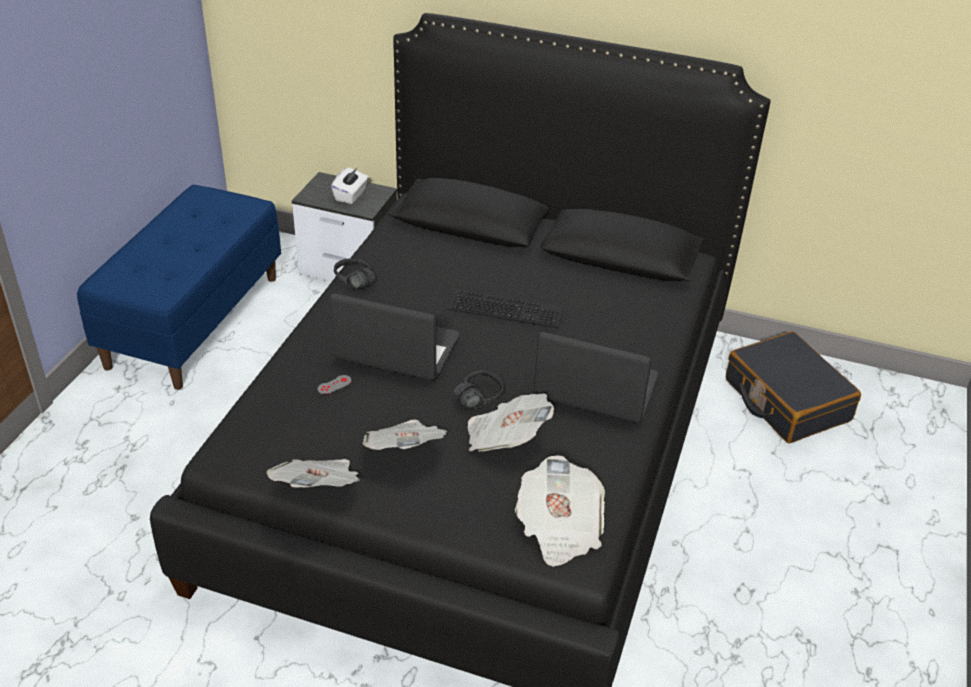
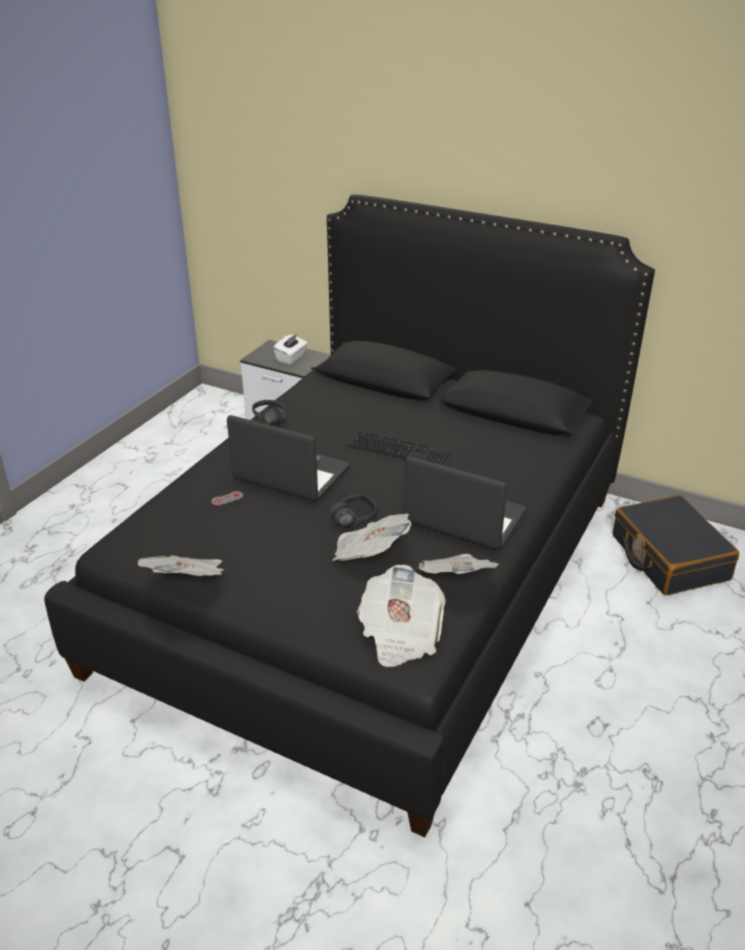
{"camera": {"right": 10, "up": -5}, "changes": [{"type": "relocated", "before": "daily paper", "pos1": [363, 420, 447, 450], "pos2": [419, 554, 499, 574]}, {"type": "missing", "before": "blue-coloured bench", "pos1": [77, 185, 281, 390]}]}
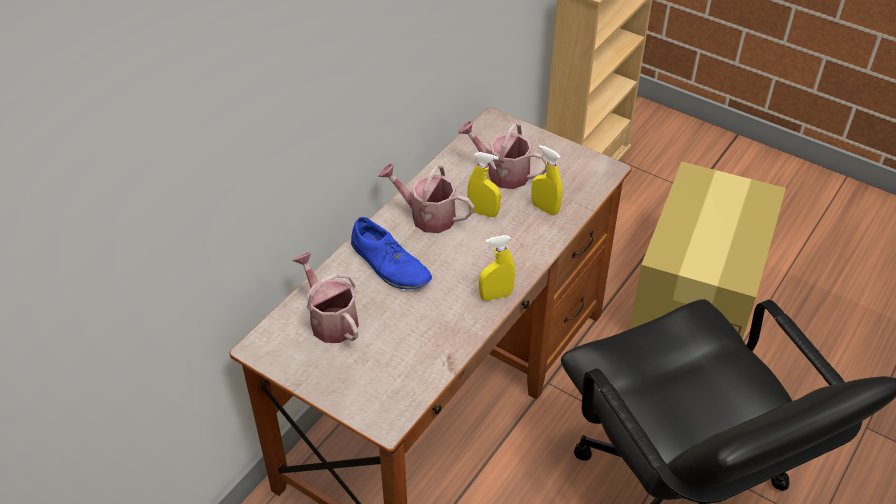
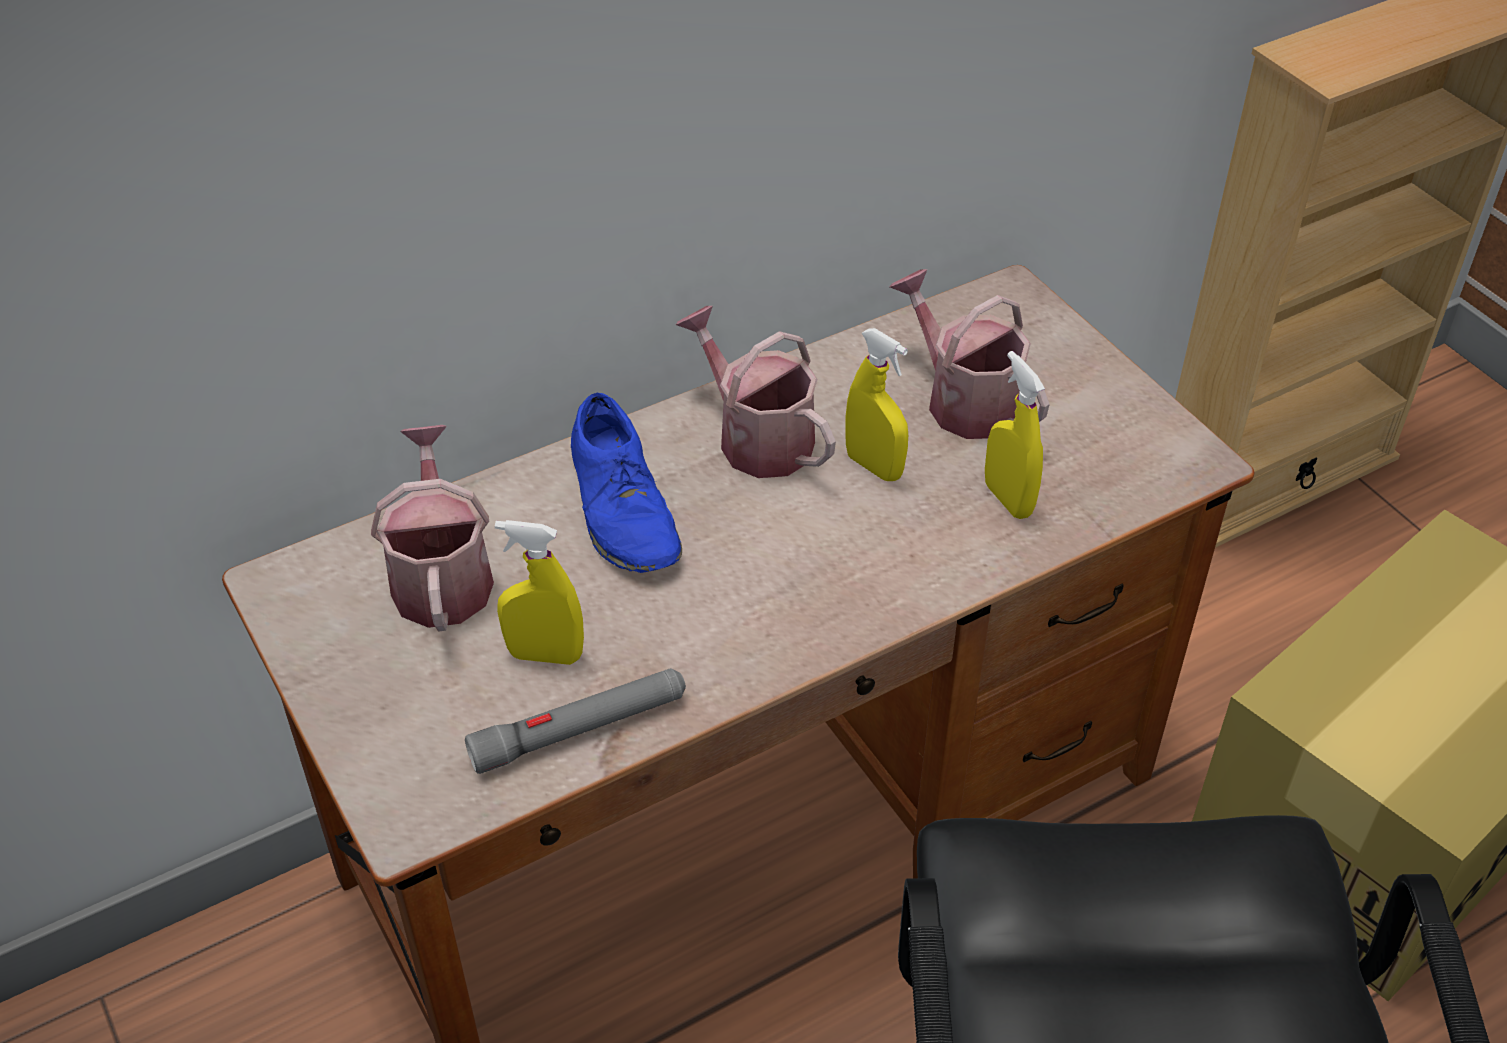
{"camera": {"right": 25, "up": 0}, "changes": [{"type": "appeared", "after": "grey hand torch", "pos2": [465, 668, 686, 774]}, {"type": "relocated", "before": "yellowish sprayer", "pos1": [479, 235, 515, 301], "pos2": [495, 520, 584, 665]}]}
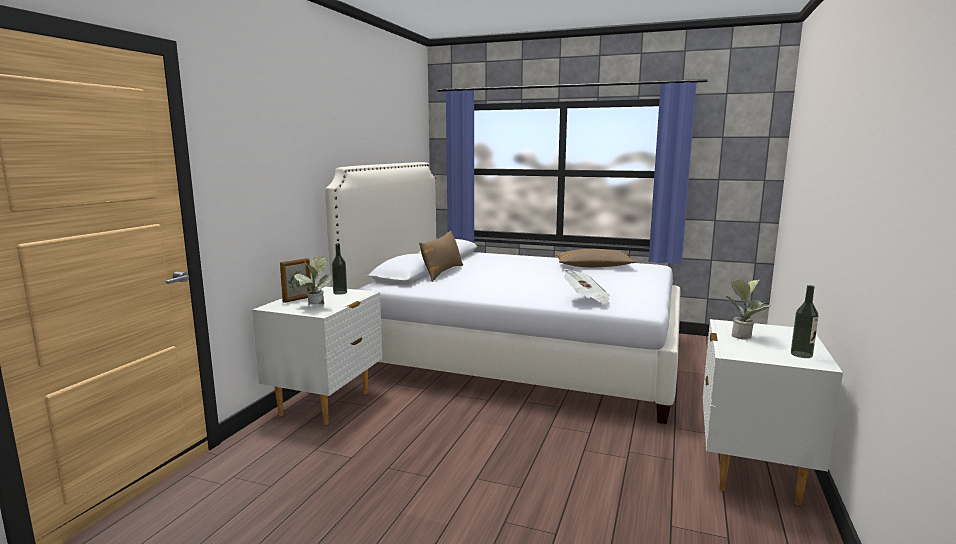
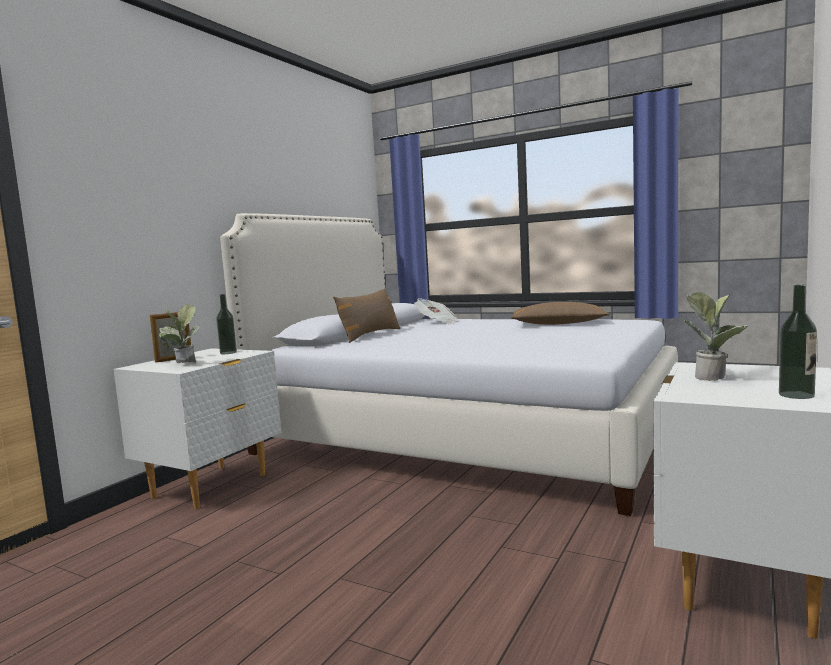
{"camera": {"right": 10, "up": -5}, "changes": [{"type": "relocated", "before": "daily paper", "pos1": [564, 269, 610, 305], "pos2": [414, 298, 458, 324]}]}
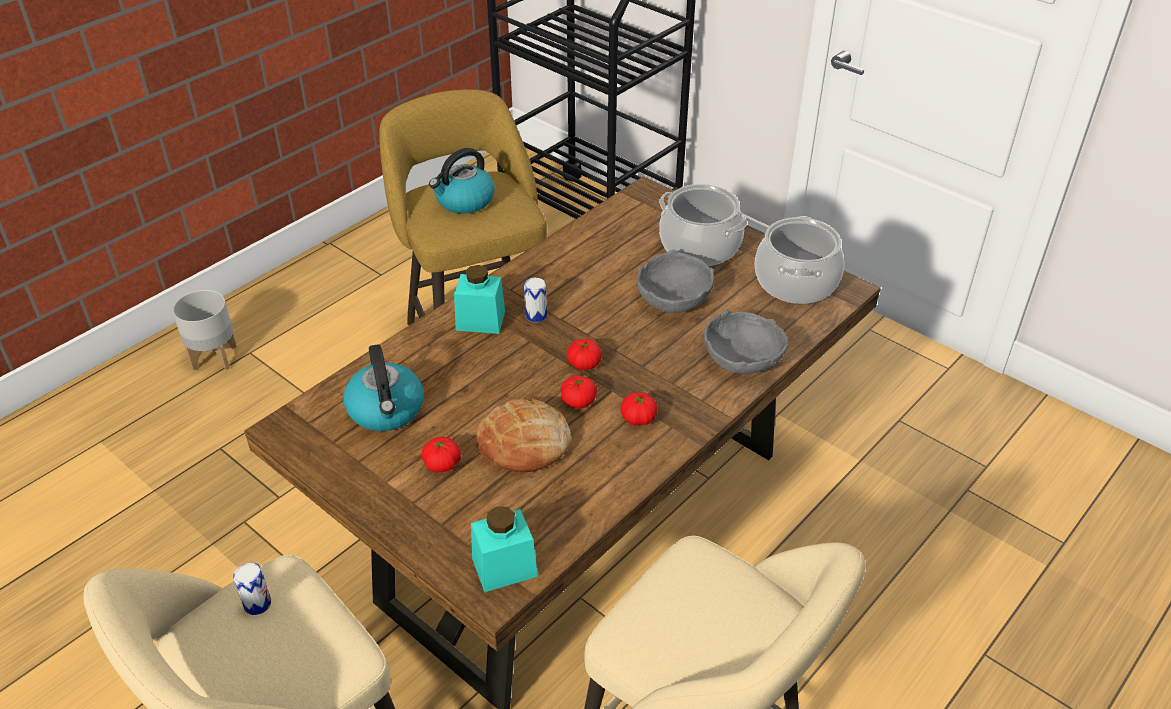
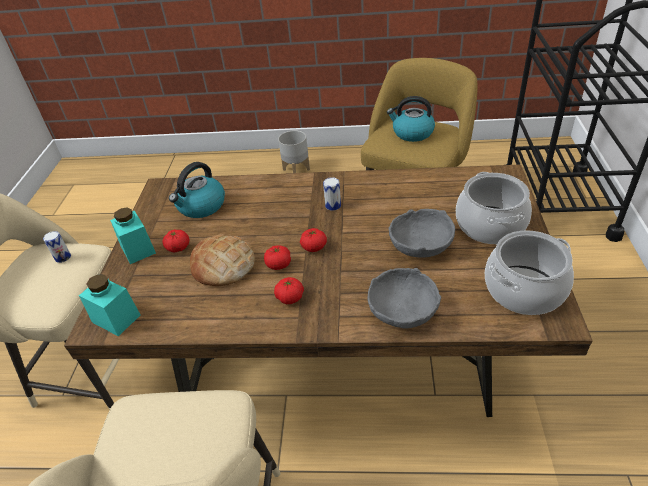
{"camera": {"right": 55, "up": 0}, "changes": [{"type": "relocated", "before": "turquoise-coloured storage jar", "pos1": [454, 265, 505, 334], "pos2": [110, 208, 156, 264]}]}
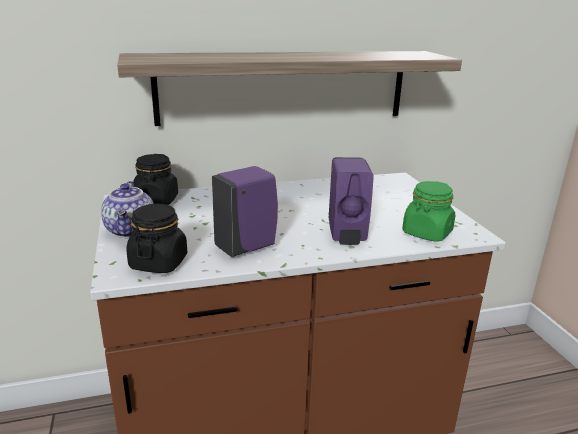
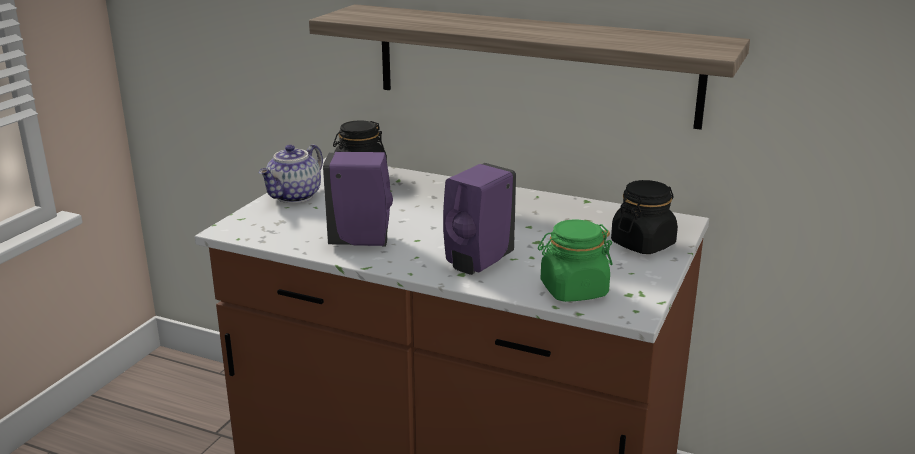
{"camera": {"right": 40, "up": 0}, "changes": [{"type": "relocated", "before": "blackish storage jar", "pos1": [126, 204, 187, 273], "pos2": [611, 180, 678, 254]}]}
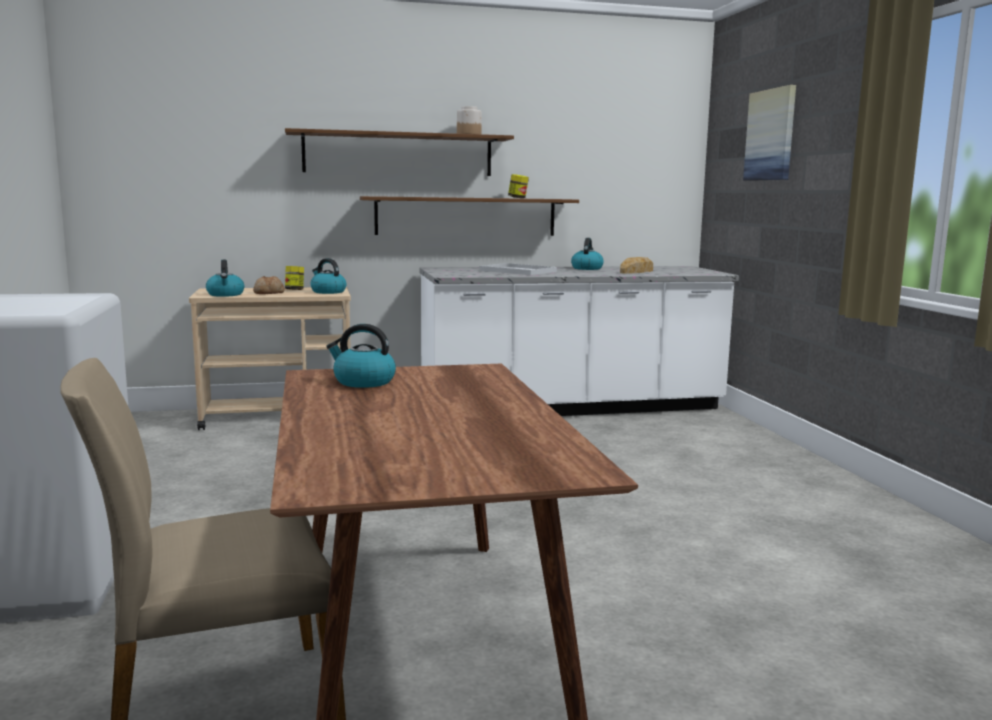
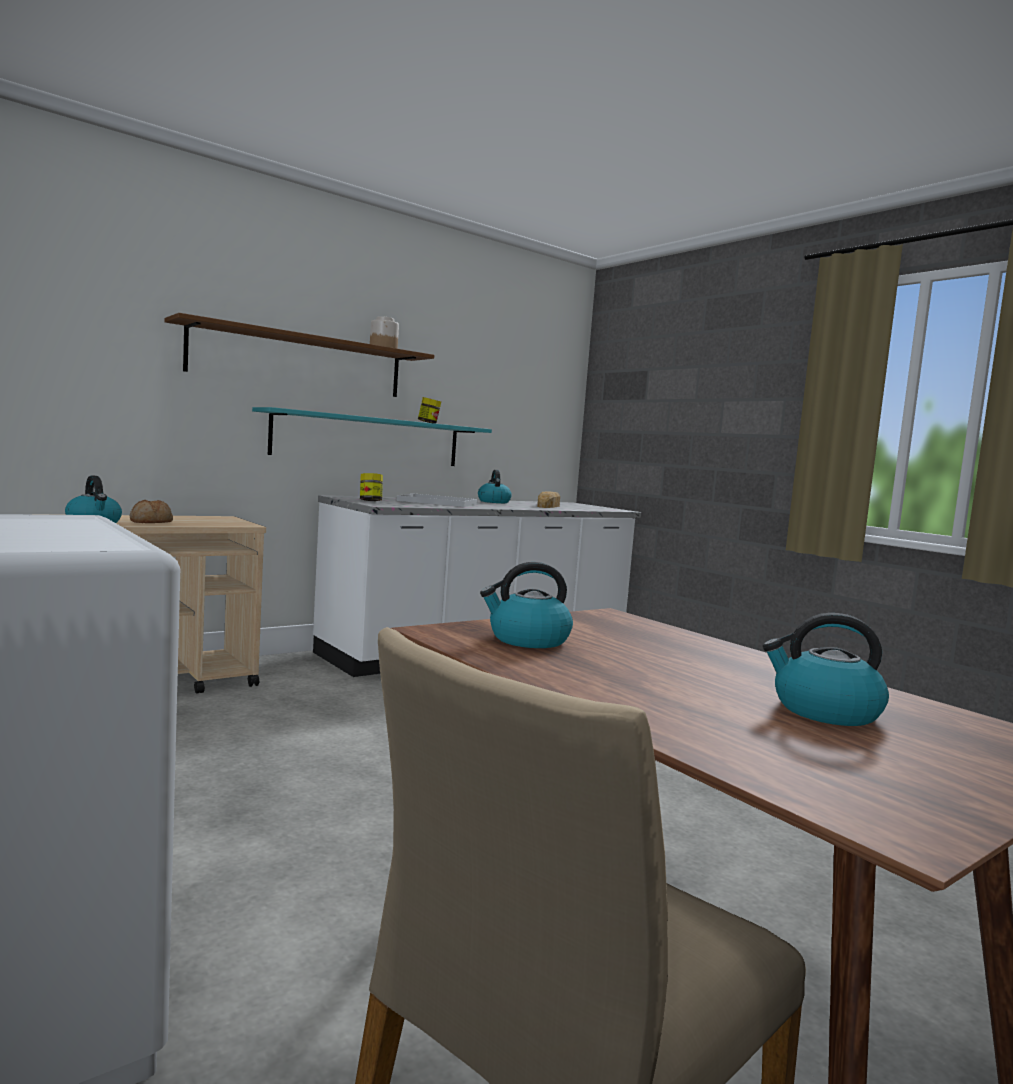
{"camera": {"right": -25, "up": -5}, "changes": [{"type": "colour", "before": "brown bracket shelf", "after": "turquoise-coloured bracket shelf", "pos1": [360, 196, 579, 236], "pos2": [252, 407, 492, 466]}, {"type": "relocated", "before": "storage jar", "pos1": [285, 266, 304, 290], "pos2": [360, 473, 383, 501]}, {"type": "relocated", "before": "kettle", "pos1": [311, 258, 346, 294], "pos2": [763, 613, 889, 726]}, {"type": "missing", "before": "wall art", "pos1": [743, 85, 796, 181]}]}
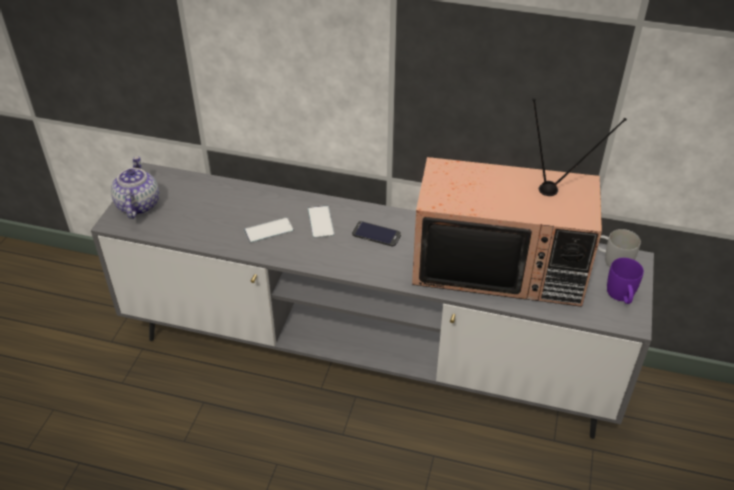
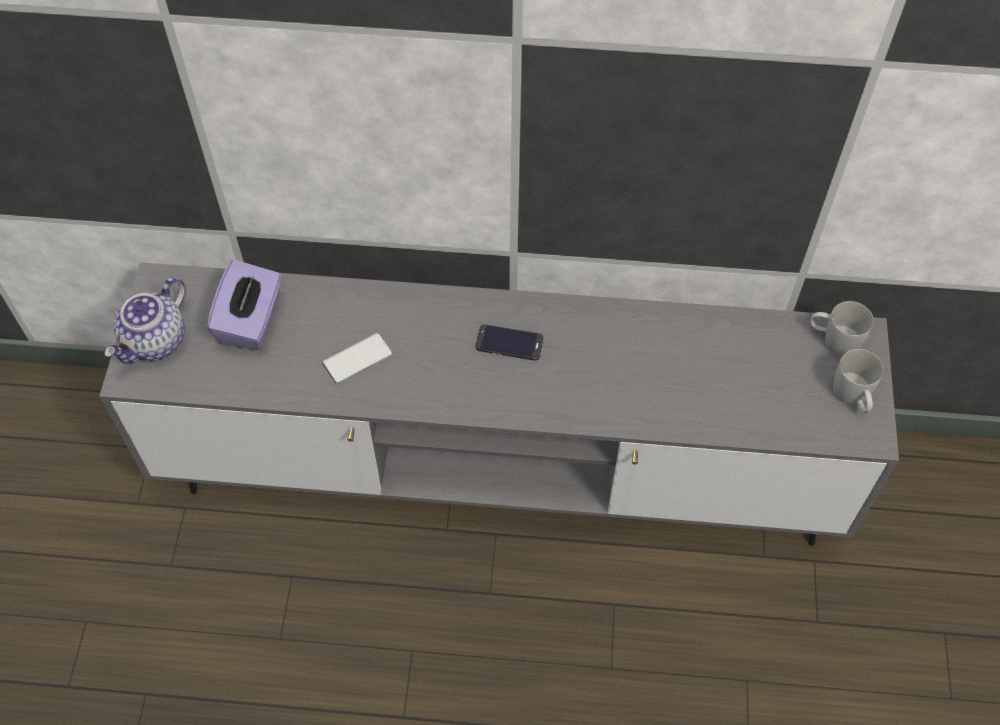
{"camera": {"right": -10, "up": 15}, "changes": [{"type": "spun", "before": "tea pot", "pos1": [111, 156, 159, 219], "pos2": [104, 277, 186, 363], "turn": -135}, {"type": "appeared", "after": "purplish tissue box", "pos2": [207, 260, 281, 350]}, {"type": "colour", "before": "purplish coffee mug", "after": "whitish coffee mug", "pos1": [607, 258, 644, 304], "pos2": [833, 349, 883, 413]}, {"type": "missing", "before": "handset", "pos1": [308, 205, 334, 238]}, {"type": "missing", "before": "television", "pos1": [412, 98, 627, 307]}]}
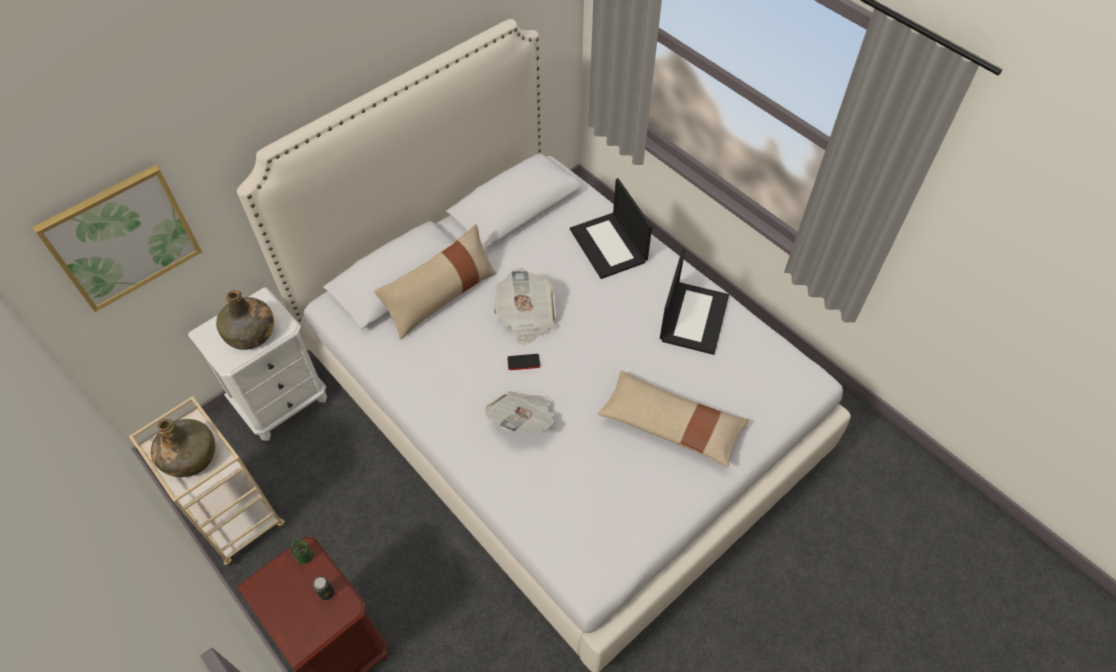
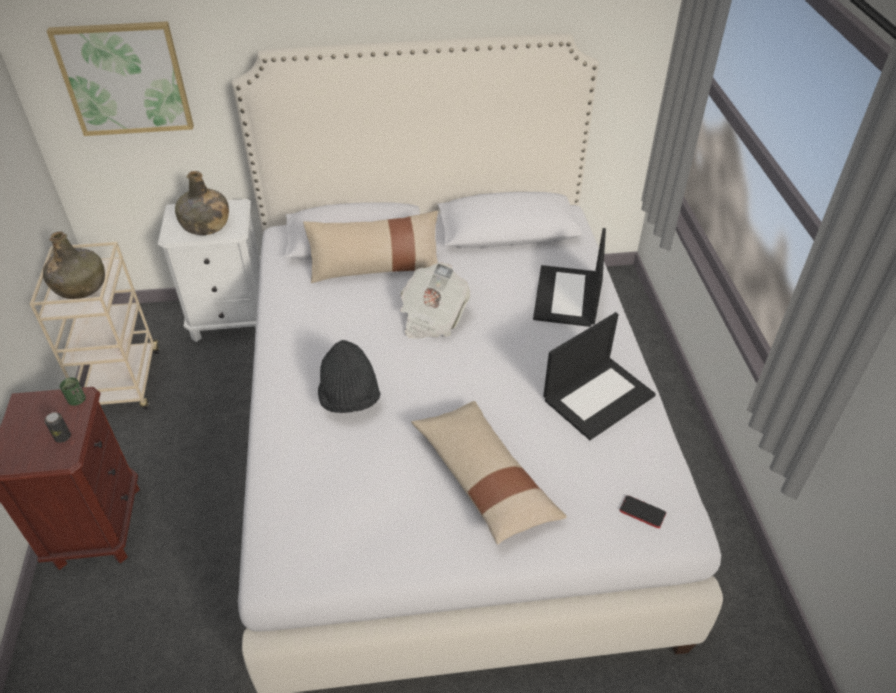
{"camera": {"right": 35, "up": -10}, "changes": [{"type": "exchanged", "before": "daily paper", "after": "blackish hat", "pos1": [485, 391, 555, 433], "pos2": [318, 340, 381, 413]}, {"type": "relocated", "before": "handset", "pos1": [507, 354, 540, 370], "pos2": [620, 495, 666, 528]}]}
